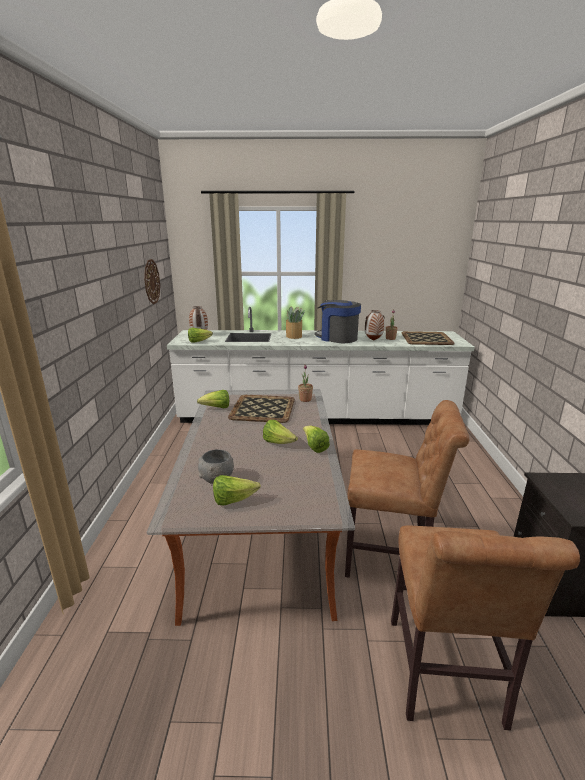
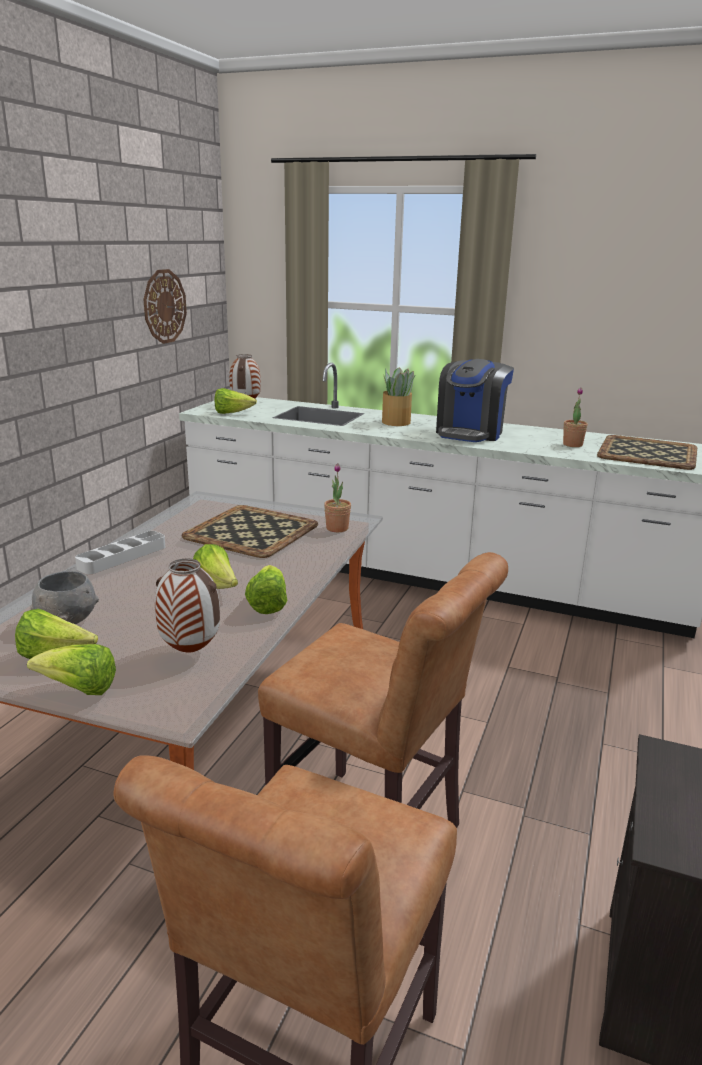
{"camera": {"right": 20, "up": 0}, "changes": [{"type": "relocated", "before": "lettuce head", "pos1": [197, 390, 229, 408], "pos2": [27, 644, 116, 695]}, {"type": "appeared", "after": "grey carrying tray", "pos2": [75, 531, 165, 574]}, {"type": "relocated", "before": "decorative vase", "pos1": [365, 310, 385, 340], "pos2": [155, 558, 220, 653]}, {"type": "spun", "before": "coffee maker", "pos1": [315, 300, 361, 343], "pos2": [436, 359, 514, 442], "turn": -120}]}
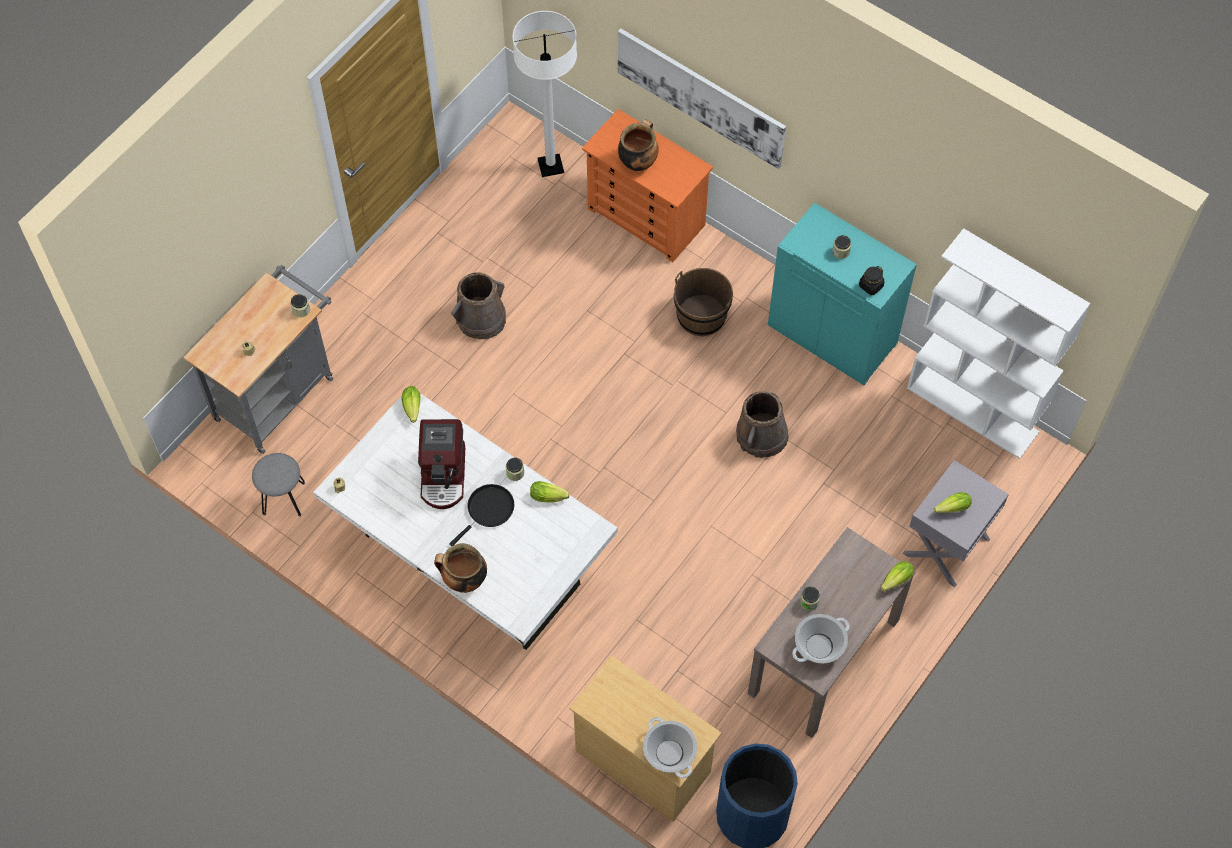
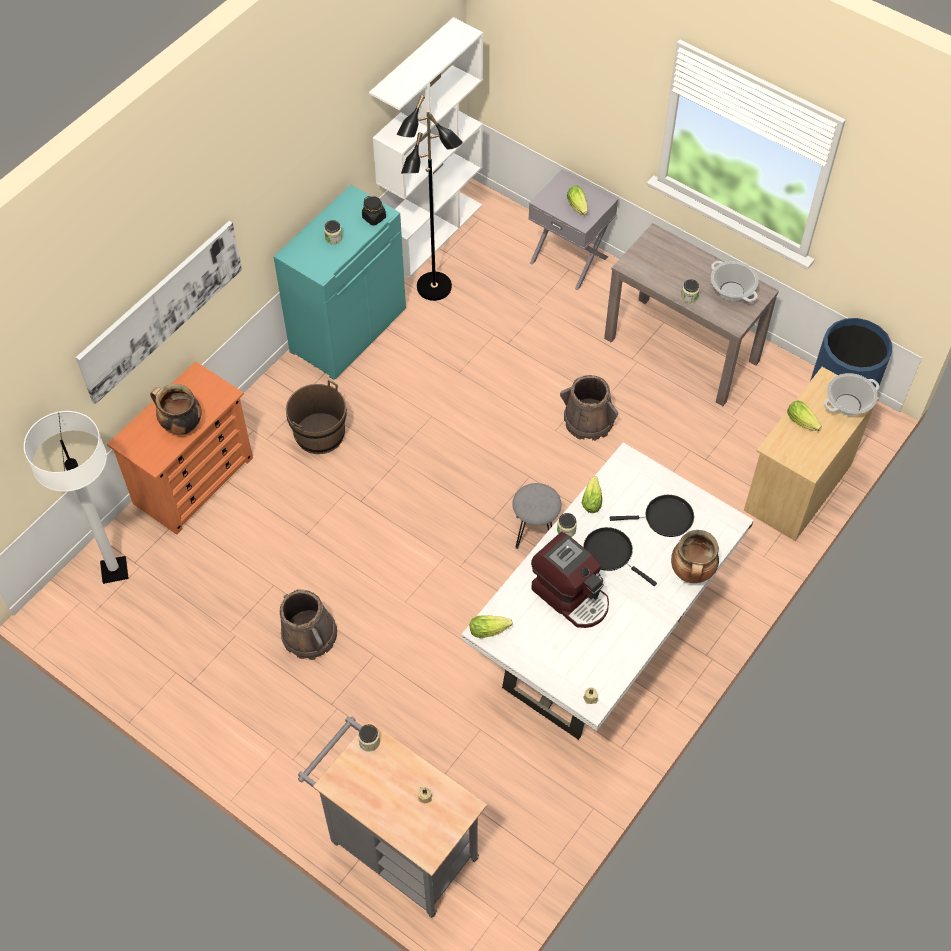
{"camera": {"right": -90, "up": -5}, "changes": [{"type": "appeared", "after": "blackish standing lamp", "pos2": [397, 95, 463, 301]}, {"type": "relocated", "before": "grey stool seat", "pos1": [252, 453, 305, 516], "pos2": [512, 483, 562, 549]}, {"type": "spun", "before": "coffee maker", "pos1": [418, 419, 465, 509], "pos2": [531, 532, 609, 628], "turn": 45}, {"type": "relocated", "before": "brown water bucket", "pos1": [736, 391, 789, 458], "pos2": [560, 375, 618, 441]}, {"type": "appeared", "after": "blackish frying pan", "pos2": [610, 495, 694, 537]}, {"type": "relocated", "before": "lettuce head", "pos1": [880, 561, 914, 591], "pos2": [787, 401, 822, 431]}]}
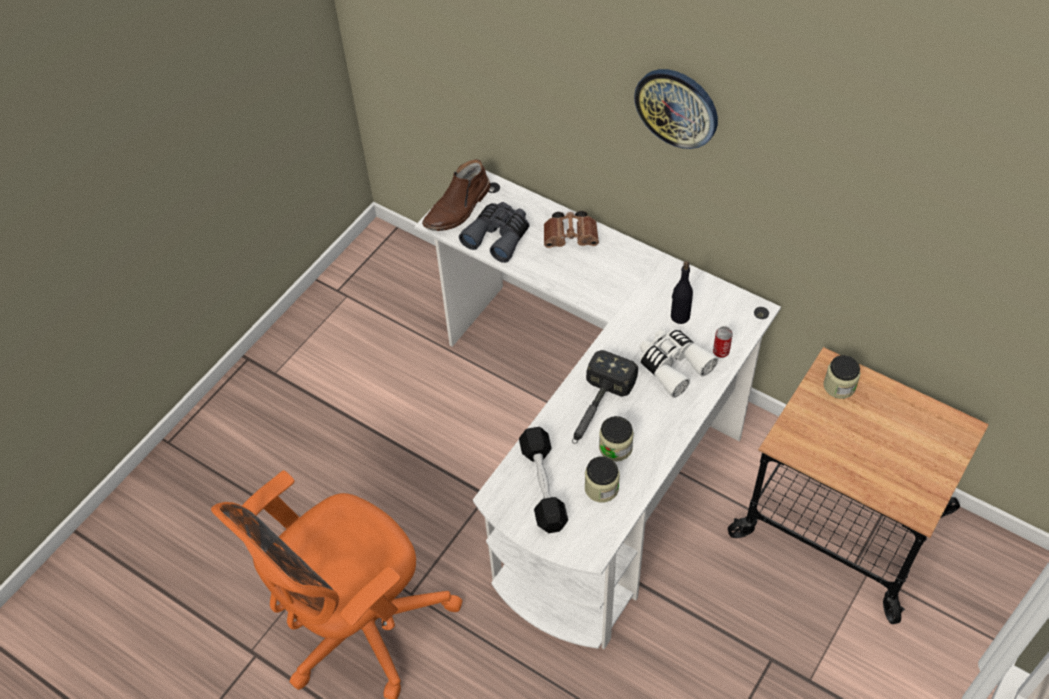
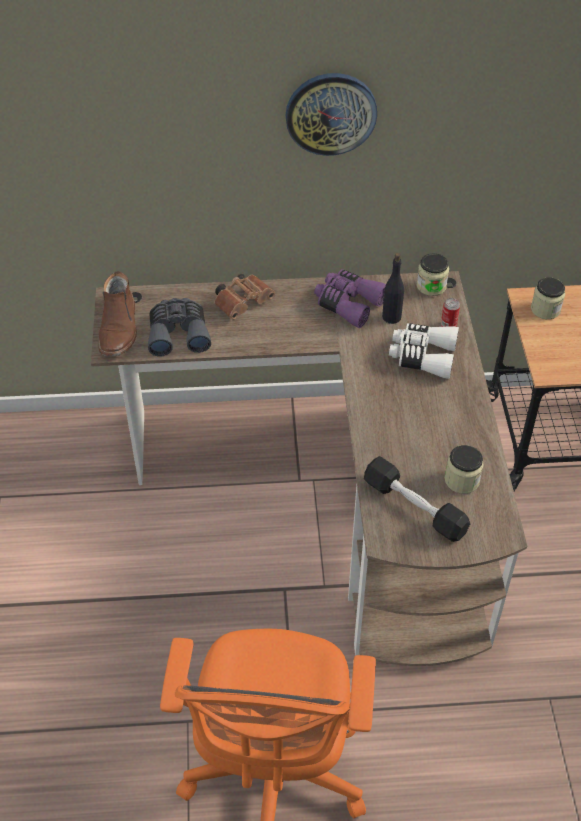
{"camera": {"right": -40, "up": -5}, "changes": [{"type": "colour", "before": "whitish desk unit", "after": "brown desk unit", "pos1": [415, 171, 781, 649], "pos2": [91, 271, 527, 666]}, {"type": "appeared", "after": "purplish pair of binoculars", "pos2": [314, 269, 386, 328]}, {"type": "relocated", "before": "storage jar", "pos1": [599, 416, 634, 462], "pos2": [417, 253, 449, 296]}, {"type": "missing", "before": "hand hammer", "pos1": [572, 350, 638, 444]}]}
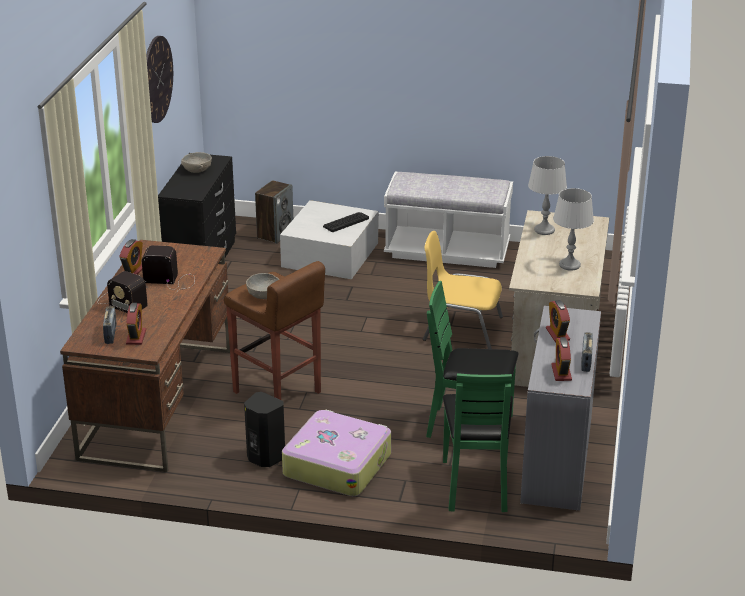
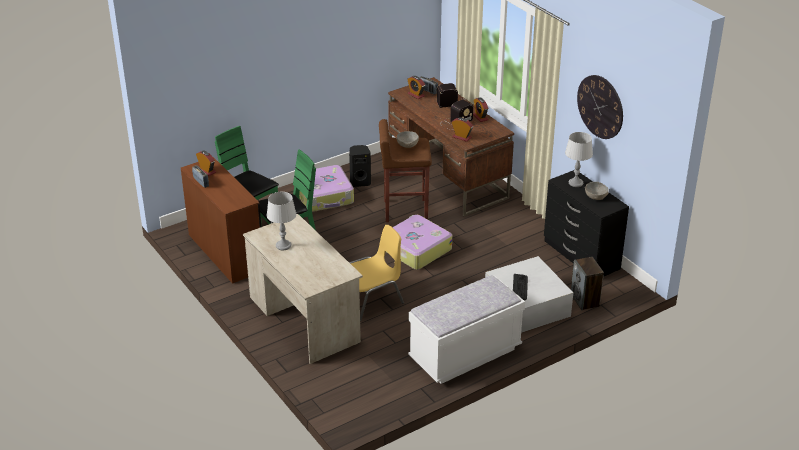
{"camera": {"right": 135, "up": 5}, "changes": [{"type": "colour", "before": "grey desk unit", "after": "brown desk unit", "pos1": [520, 306, 601, 510], "pos2": [181, 157, 261, 284]}, {"type": "appeared", "after": "piece of luggage", "pos2": [393, 215, 452, 270]}, {"type": "relocated", "before": "bedside clock", "pos1": [546, 300, 570, 342], "pos2": [452, 118, 473, 142]}, {"type": "relocated", "before": "grey lamp for a table", "pos1": [528, 156, 567, 235], "pos2": [565, 132, 593, 187]}]}
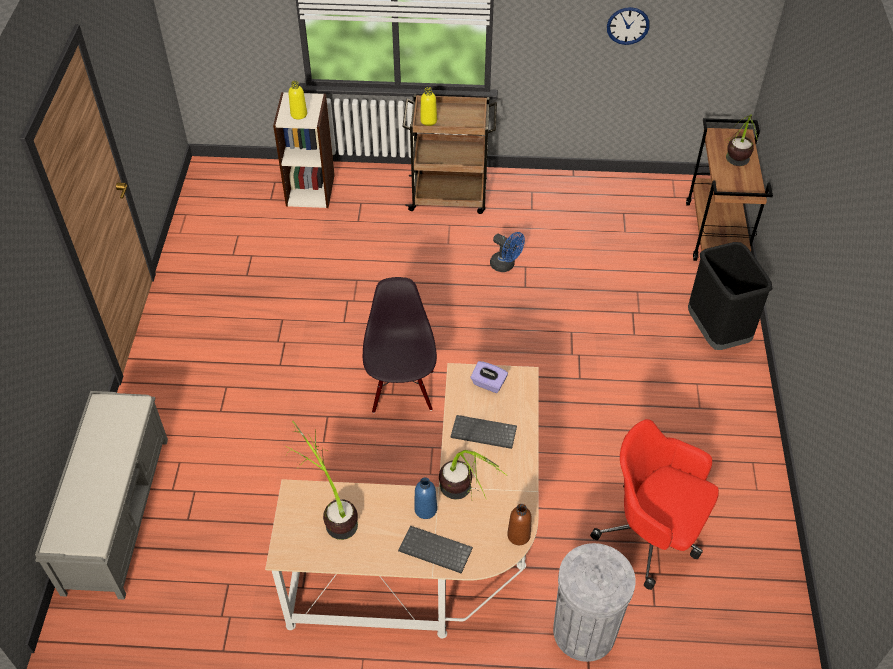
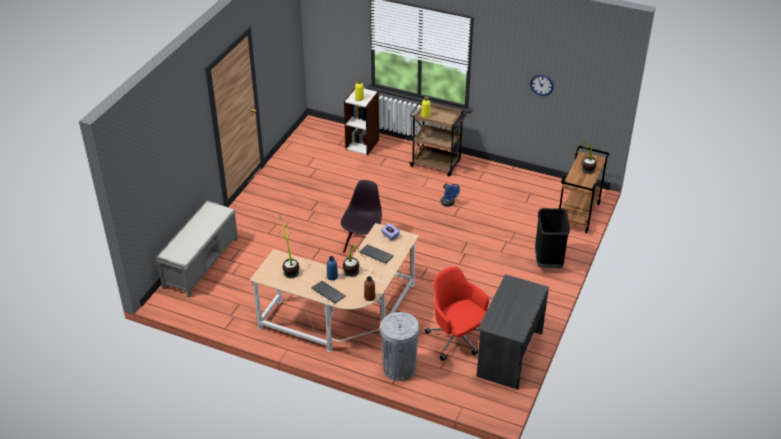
{"camera": {"right": 20, "up": -10}, "changes": [{"type": "appeared", "after": "grey desk unit", "pos2": [477, 274, 549, 390]}]}
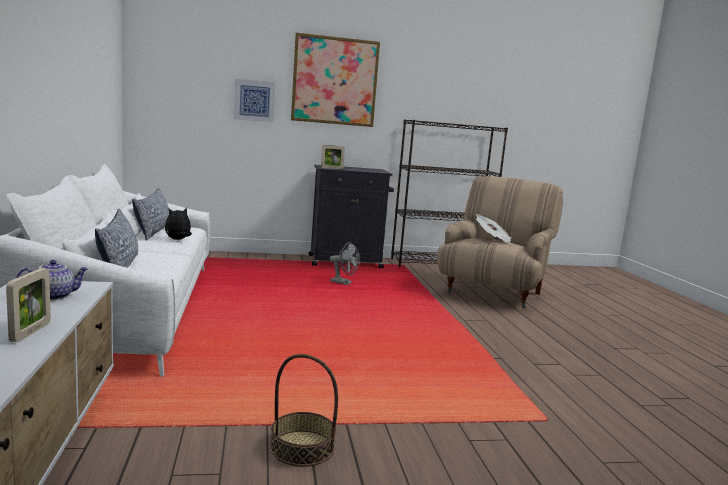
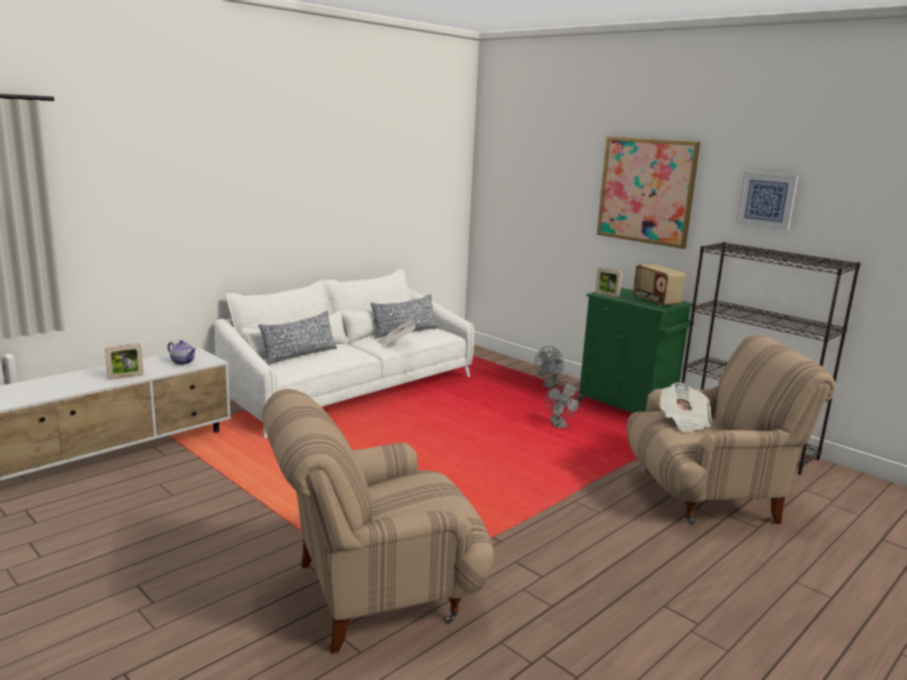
{"camera": {"right": 55, "up": 5}, "changes": [{"type": "appeared", "after": "beige-coloured easy chair", "pos2": [262, 389, 494, 654]}, {"type": "exchanged", "before": "cuddly toy", "after": "daily paper", "pos1": [165, 208, 192, 240], "pos2": [377, 320, 419, 345]}, {"type": "appeared", "after": "grey electric fan", "pos2": [535, 346, 564, 388]}, {"type": "colour", "before": "blackish storage cabinet", "after": "greenish storage cabinet", "pos1": [309, 165, 394, 268], "pos2": [577, 287, 694, 413]}, {"type": "appeared", "after": "radio set", "pos2": [633, 264, 686, 307]}, {"type": "relocated", "before": "wall art", "pos1": [234, 79, 276, 123], "pos2": [736, 171, 798, 230]}, {"type": "missing", "before": "household basket", "pos1": [270, 354, 338, 467]}]}
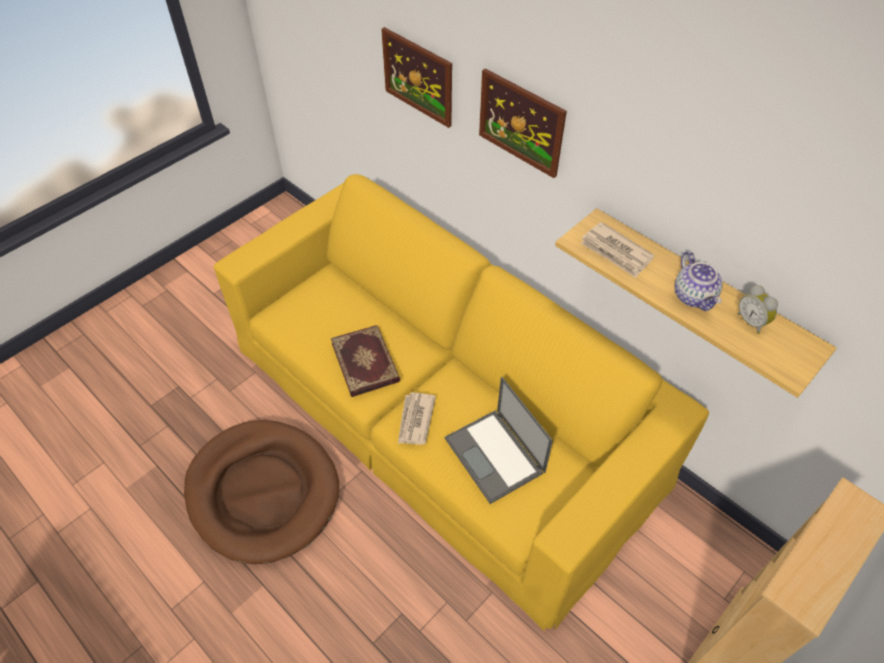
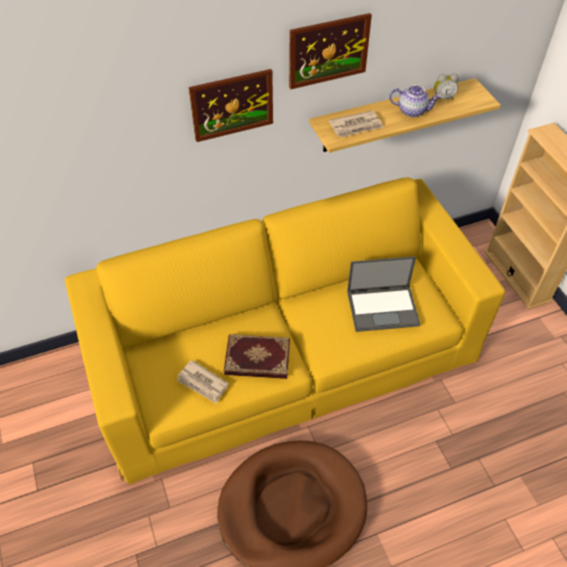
{"camera": {"right": -65, "up": 0}, "changes": [{"type": "relocated", "before": "daily paper", "pos1": [398, 392, 436, 445], "pos2": [177, 360, 229, 404]}, {"type": "relocated", "before": "wall art", "pos1": [381, 27, 452, 128], "pos2": [289, 13, 372, 89]}]}
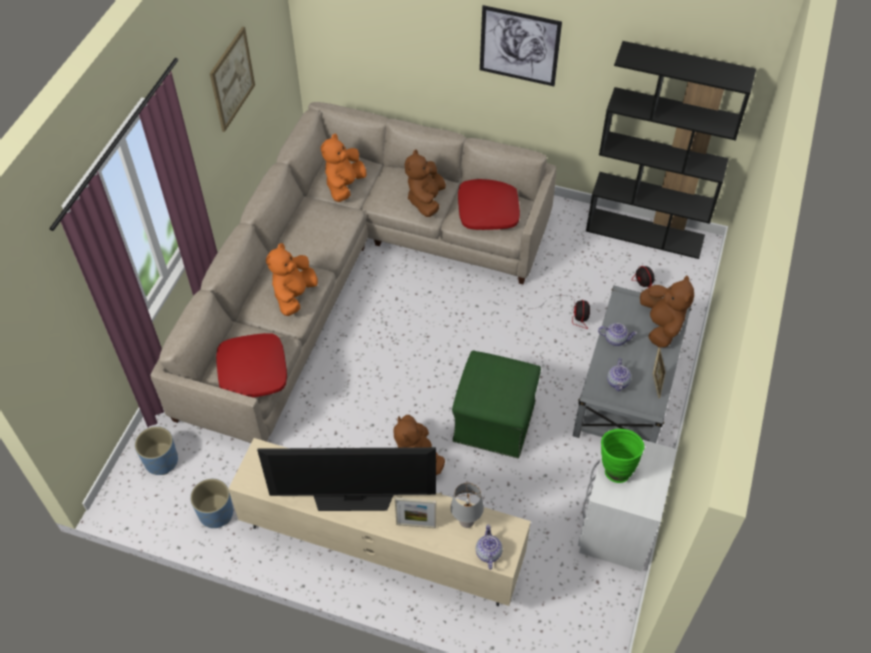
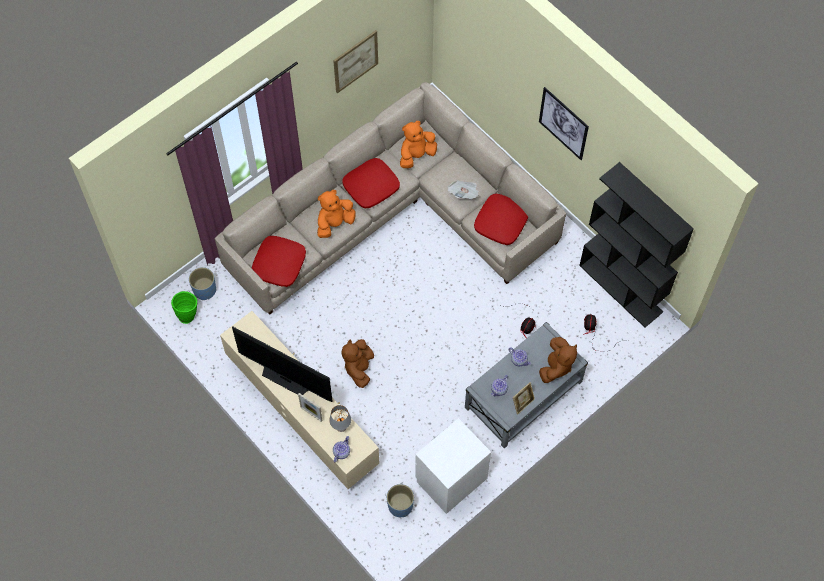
{"camera": {"right": 30, "up": 10}, "changes": [{"type": "relocated", "before": "greenish decorative vase", "pos1": [601, 429, 644, 483], "pos2": [171, 291, 197, 324]}, {"type": "appeared", "after": "red pillow", "pos2": [342, 158, 400, 208]}, {"type": "relocated", "before": "blue-coloured flower pot", "pos1": [190, 479, 233, 528], "pos2": [387, 484, 414, 517]}, {"type": "exchanged", "before": "brown cuddly toy", "after": "daily paper", "pos1": [405, 149, 446, 217], "pos2": [447, 180, 479, 199]}, {"type": "missing", "before": "greenish pouffe", "pos1": [452, 351, 541, 459]}]}
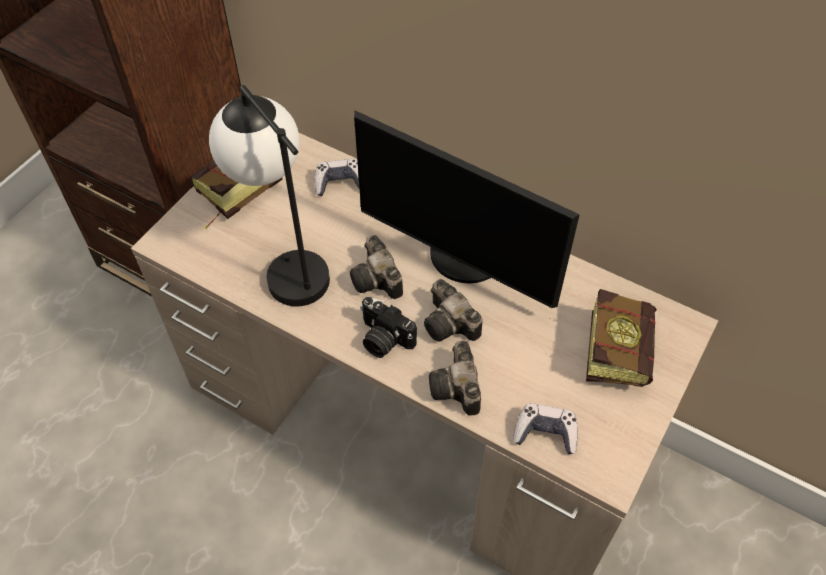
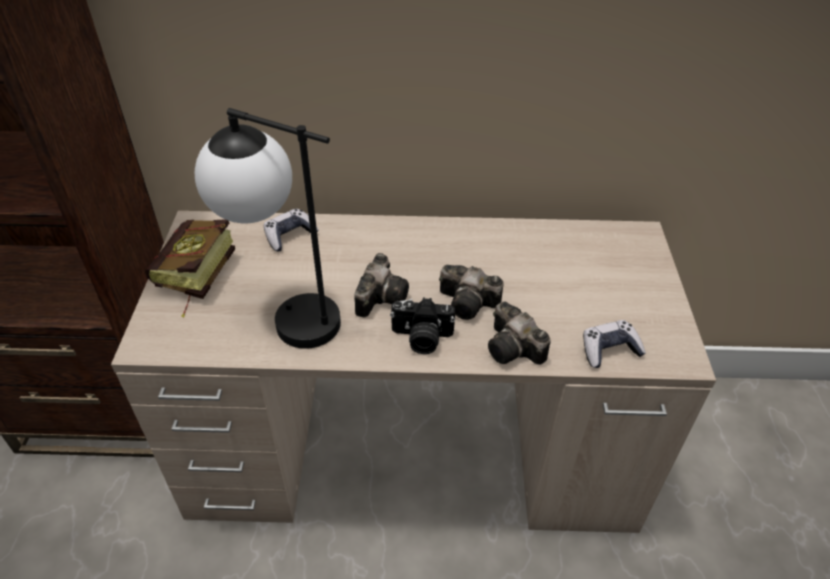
{"camera": {"right": -30, "up": -10}, "changes": [{"type": "spun", "before": "still camera", "pos1": [350, 235, 403, 299], "pos2": [355, 253, 409, 318], "turn": -105}, {"type": "missing", "before": "monitor", "pos1": [354, 110, 580, 308]}, {"type": "missing", "before": "volume", "pos1": [586, 289, 657, 387]}]}
